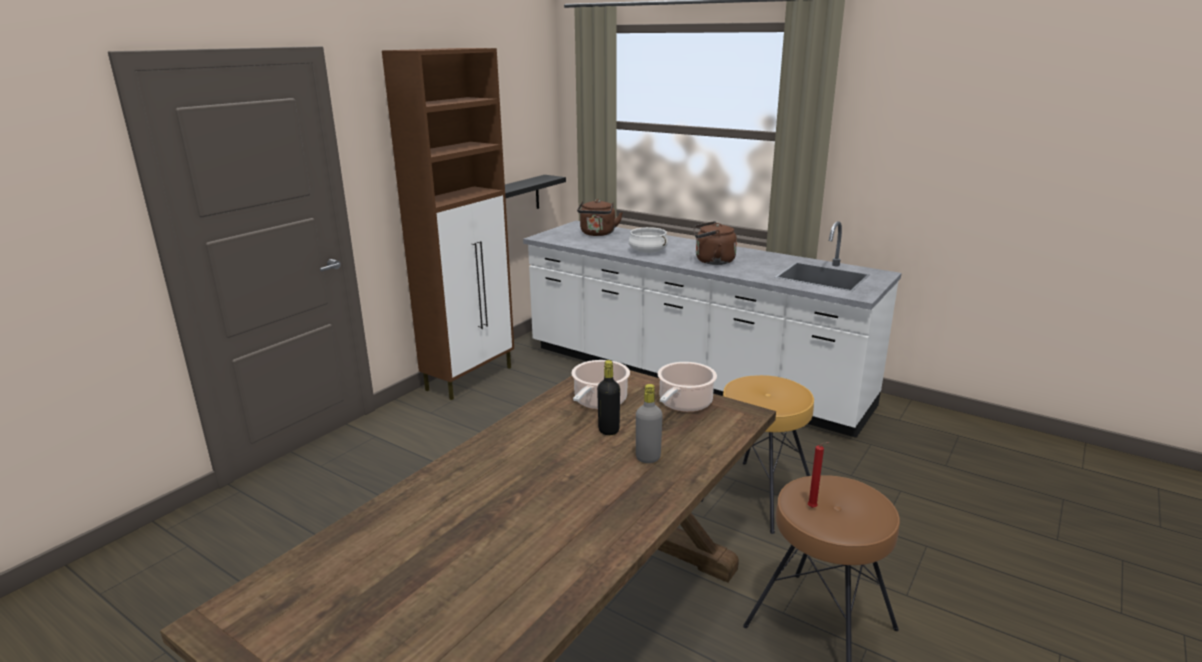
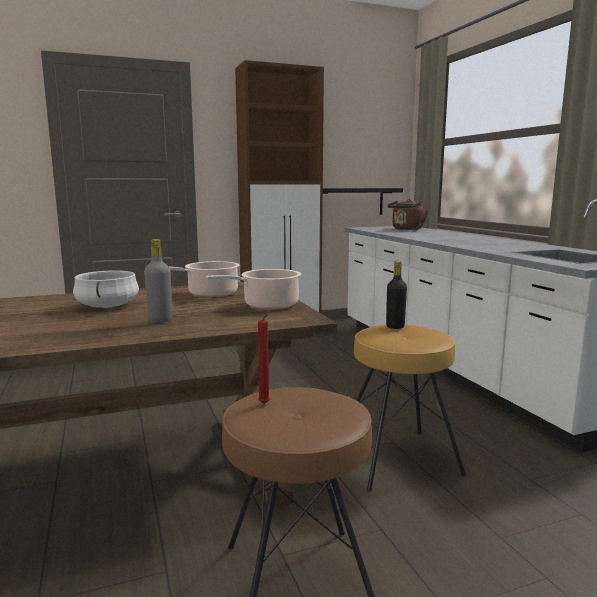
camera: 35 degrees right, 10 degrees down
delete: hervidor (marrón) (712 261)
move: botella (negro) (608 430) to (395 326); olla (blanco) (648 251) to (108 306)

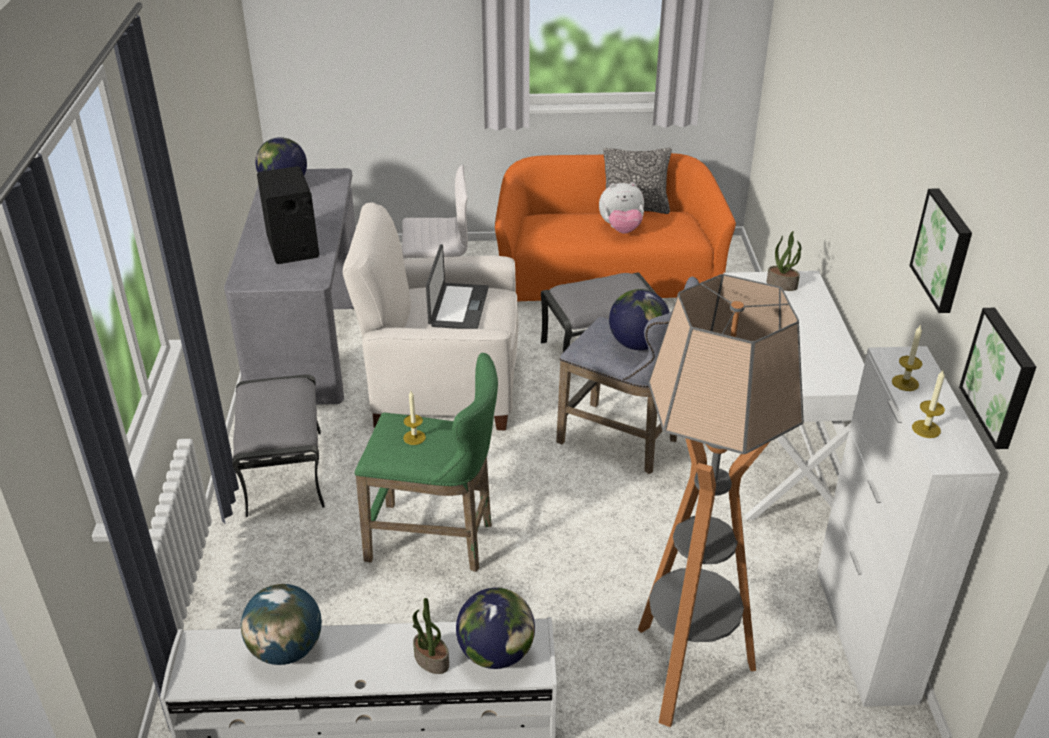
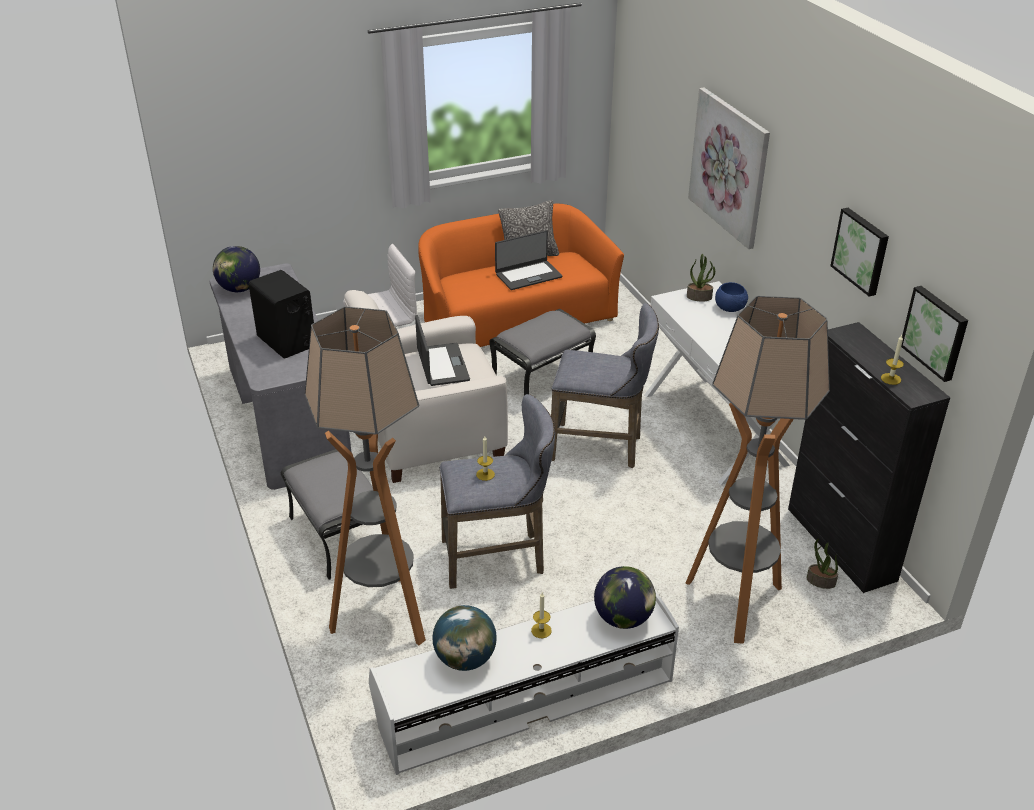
camera: 20 degrees left, 0 degrees up
delete: globo terráqueo (637 344)
insert: lámpara de pie (383 616); cuadro (729 167); cuenco (azul) (729 308)
move: planta en maceta (430 660) to (820 581); vela (905 383) to (541 630)
replace: peluche (621 229) to portátil (528 275)
recolor: taburete (verde) (437 540) to taburete (gris) (499 558); armario (blanco) (865 634) to armario (negro) (841 544)

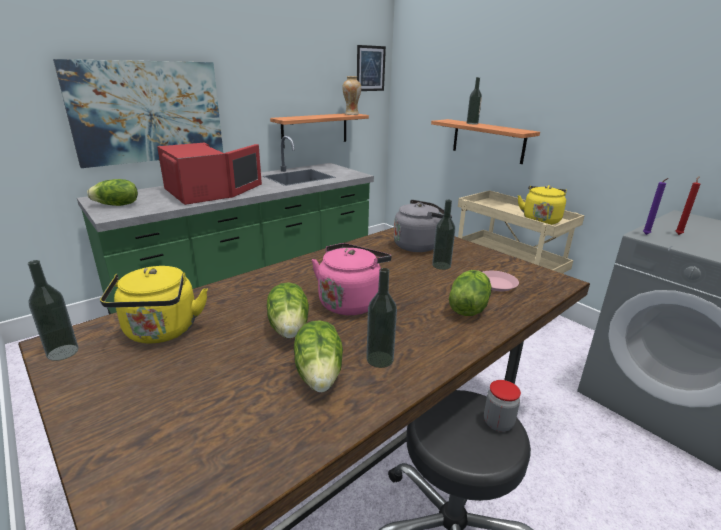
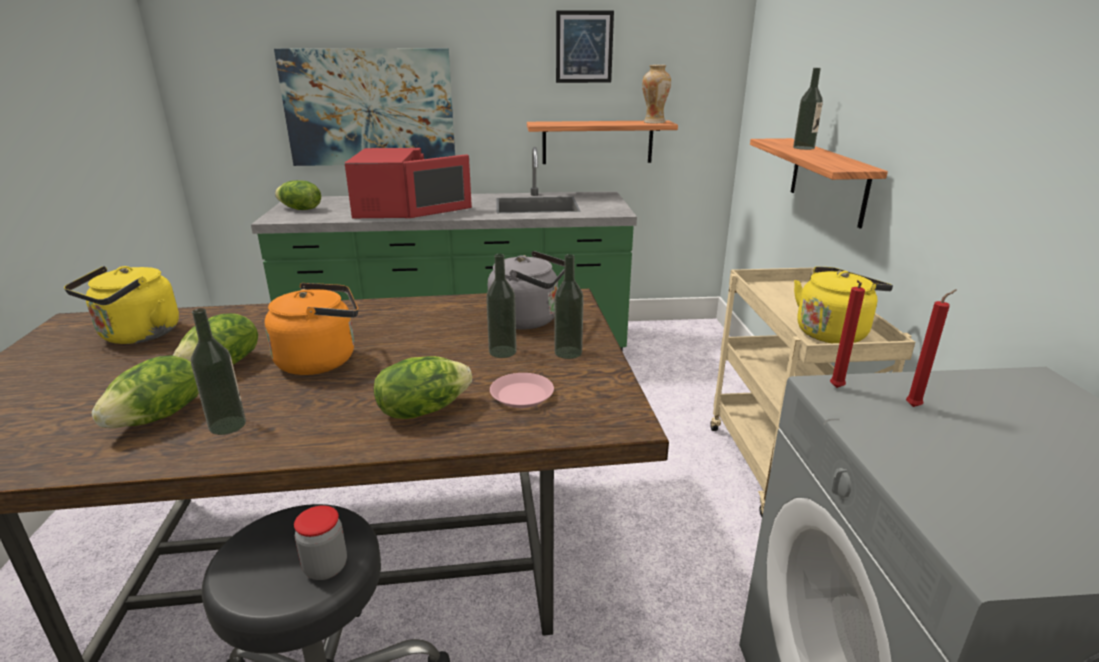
camera: 35 degrees right, 0 degrees up
move: botella (63 352) to (568 352); cuadro (370 68) to (584 47)
recolor: hervidor (rosa) (350 302) to hervidor (naranja) (322 360); vela (morado) (646 235) to vela (rojo) (835 388)

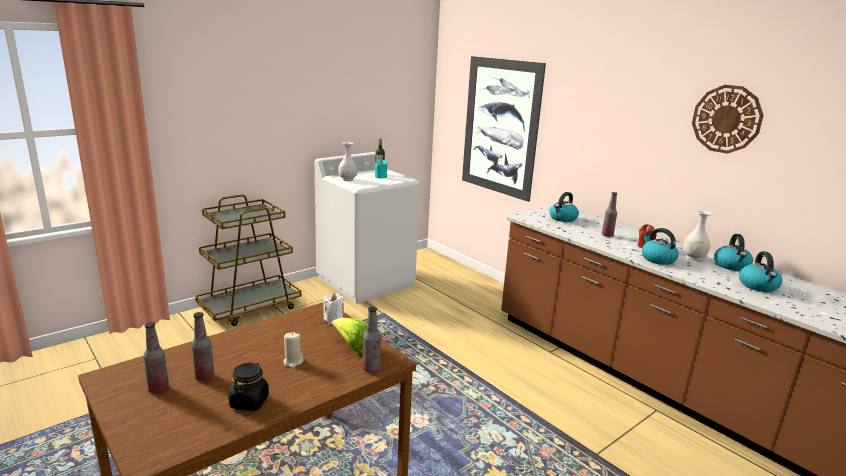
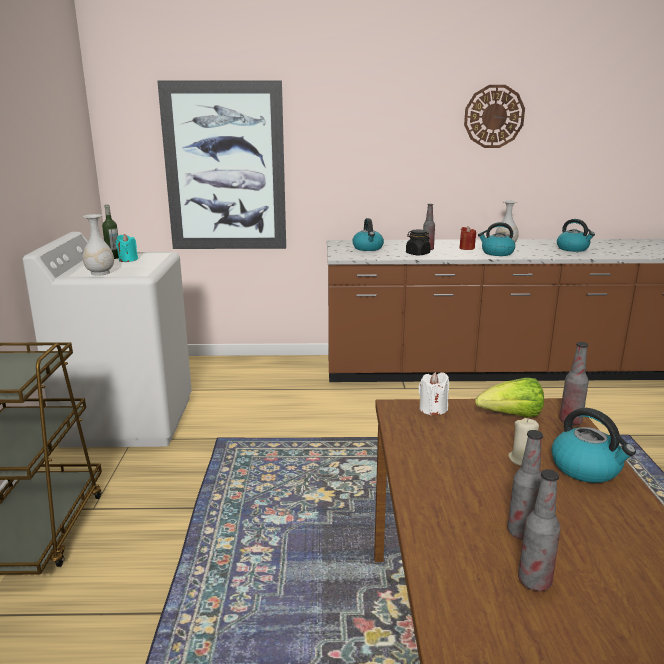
camera: 50 degrees left, 0 degrees up
move: tarro (negro) (249 401) to (417 254); hervidor (732 266) to (586 468)

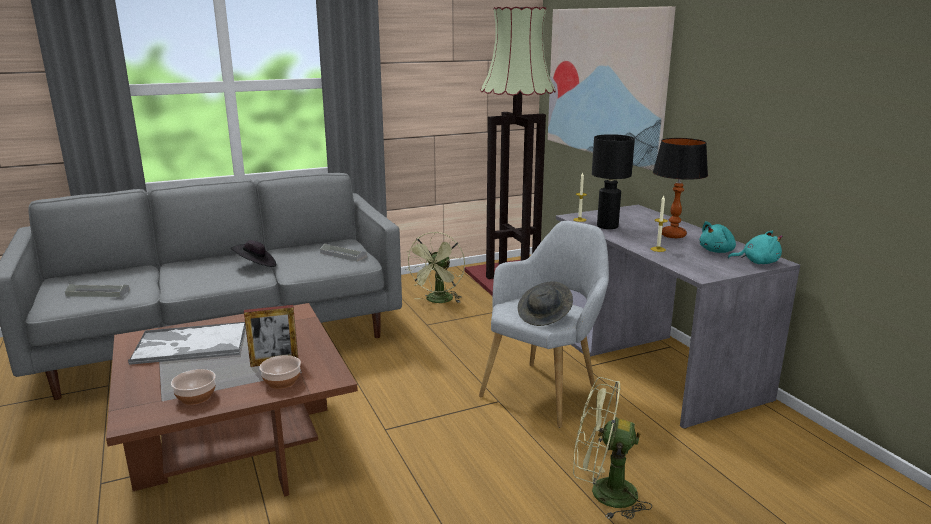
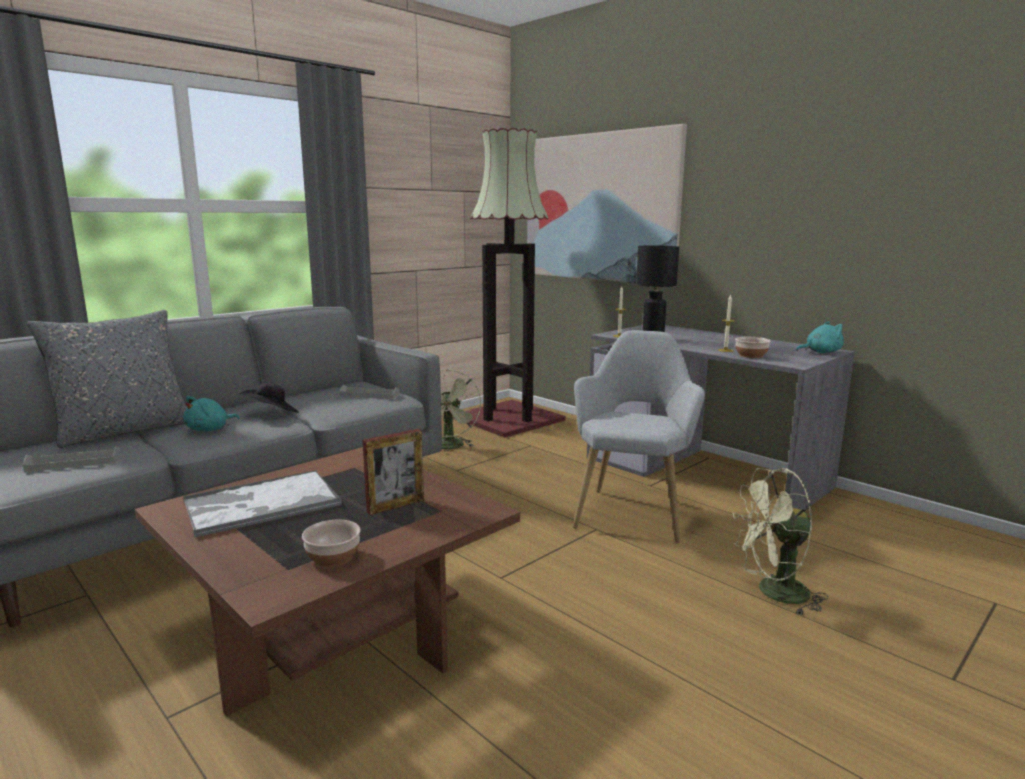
camera: 20 degrees left, 5 degrees down
delete: sombrero (gris) (544 316); lámpara de mesa (673 235)
insert: cojín (gris) (125 430)
move: cuenco (282 382) to (751 355); peluche (turquesa) (717 251) to (210 429)

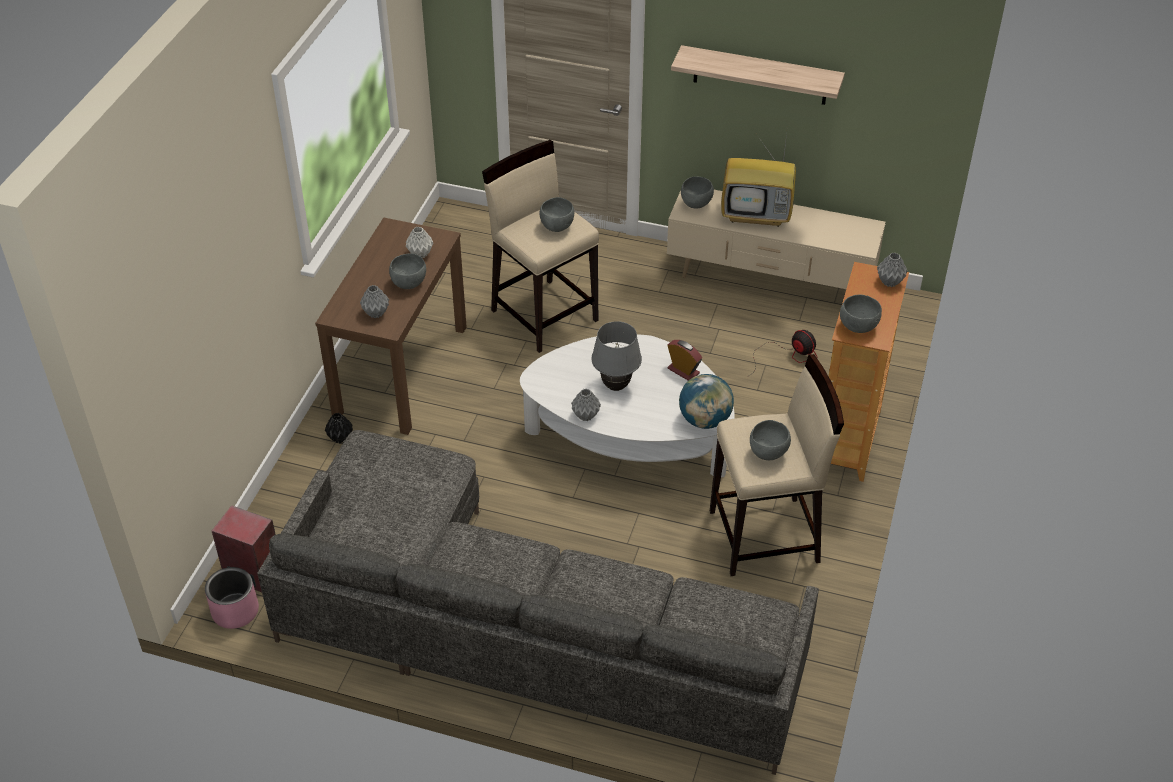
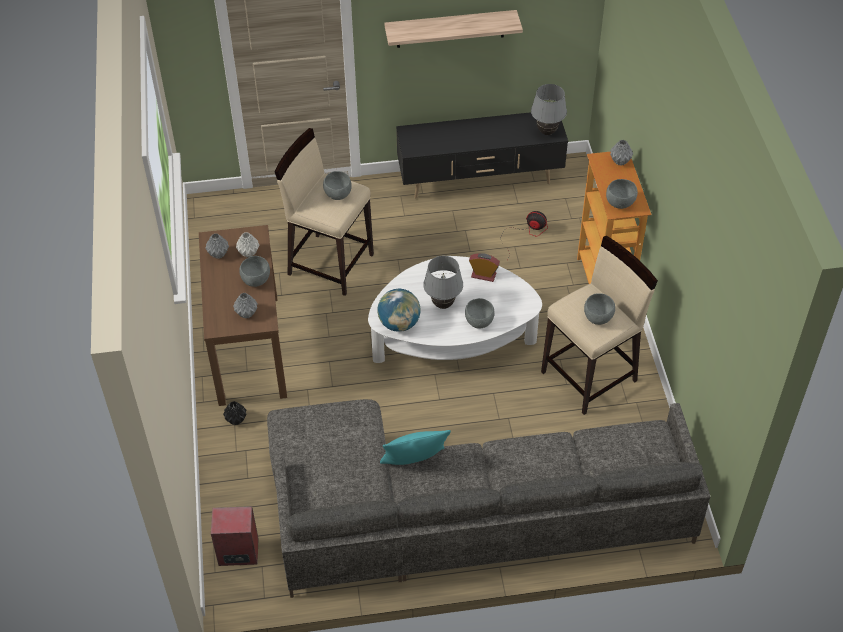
camera: 25 degrees left, 5 degrees up
delete: maceta (rosa) (235 611); televisor (757 215)
insert: cojín (turquesa) (414 463); lámpara de mesa (gris) (547 132)
move: florero (gris) (586 416) to (219 254); globo terráqueo (704 420) to (399 323); cuenco (gris) (696 204) to (479 322)
recolor: mueble de televisión (beis) (770 283) to mueble de televisión (negro) (480 181)

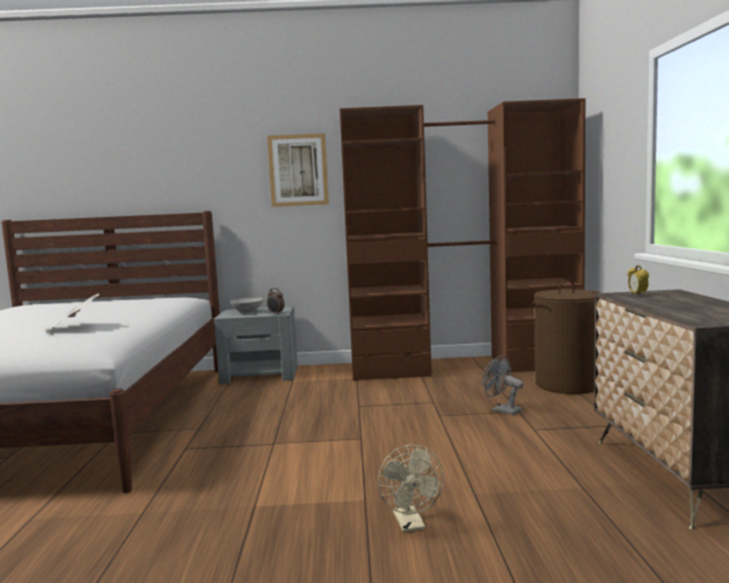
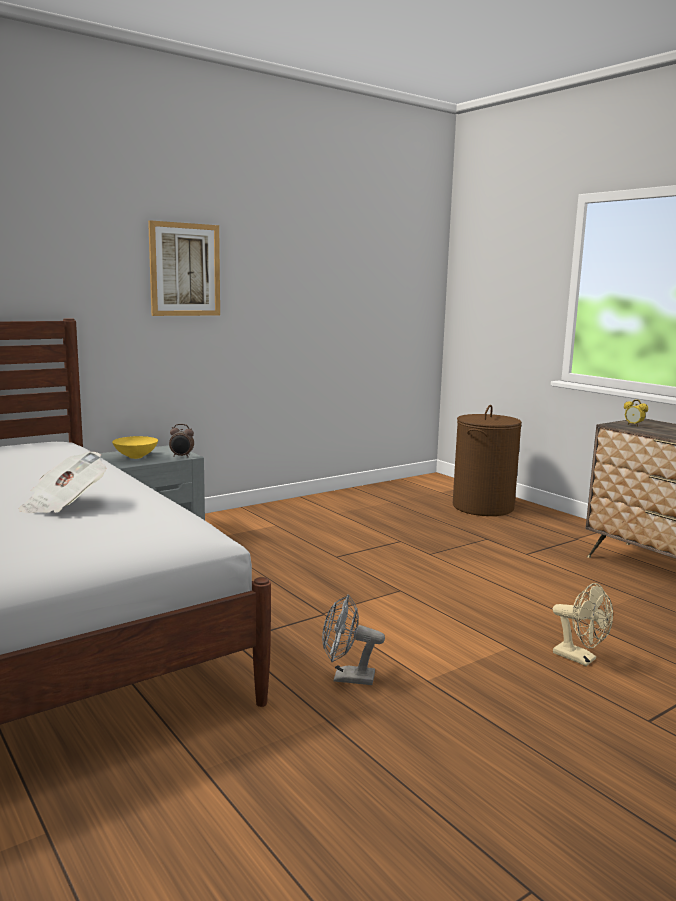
camera: 35 degrees left, 5 degrees up
delete: armario ropero (marrón) (464 366)
move: ventilador (gris) (502 410) to (347 678)
recolor: cuenco (gris) (247 312) to cuenco (amarillo) (136 457)

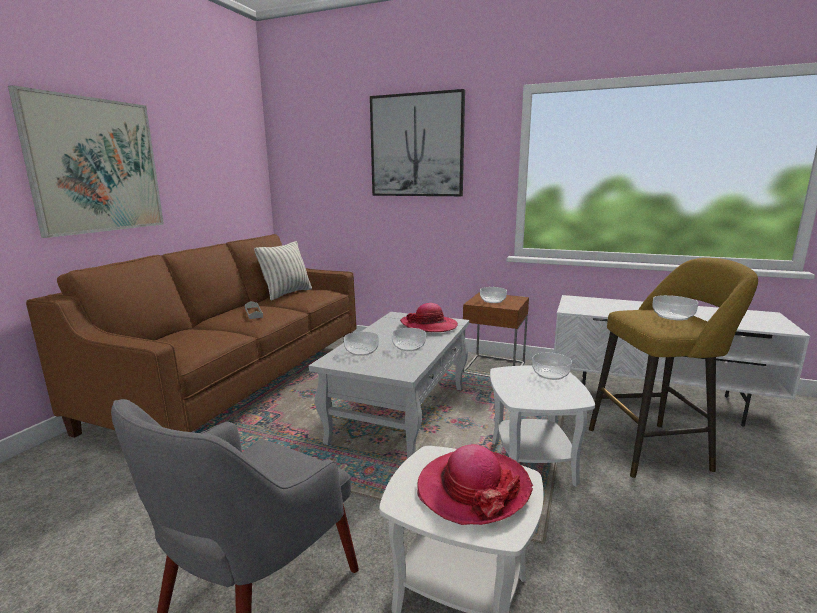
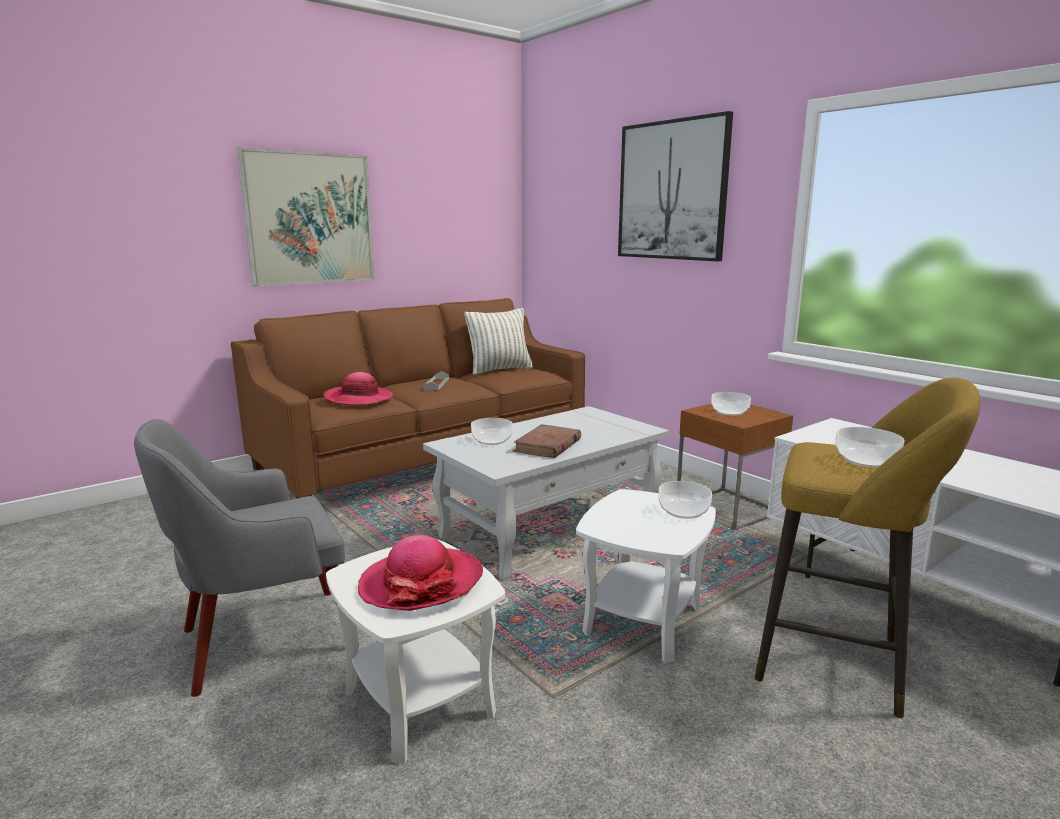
camera: 30 degrees right, 0 degrees up
move: sombrero (429 325) to (359 398)
replace: cuenco (409 346) to libro (marrón) (547 445)

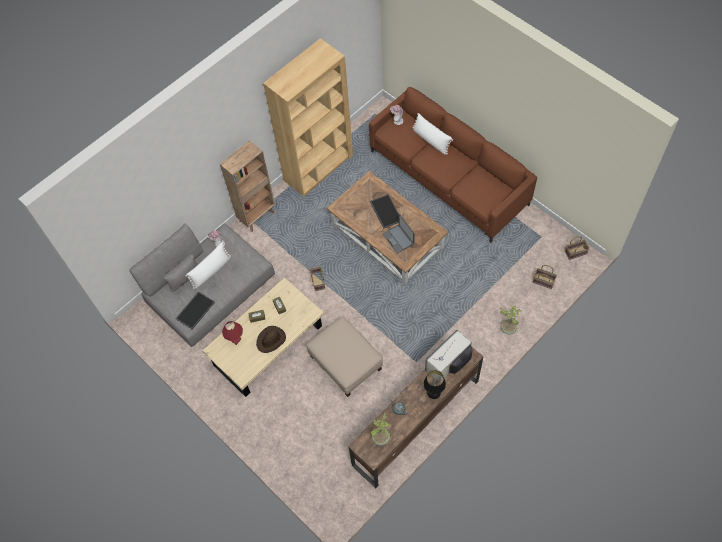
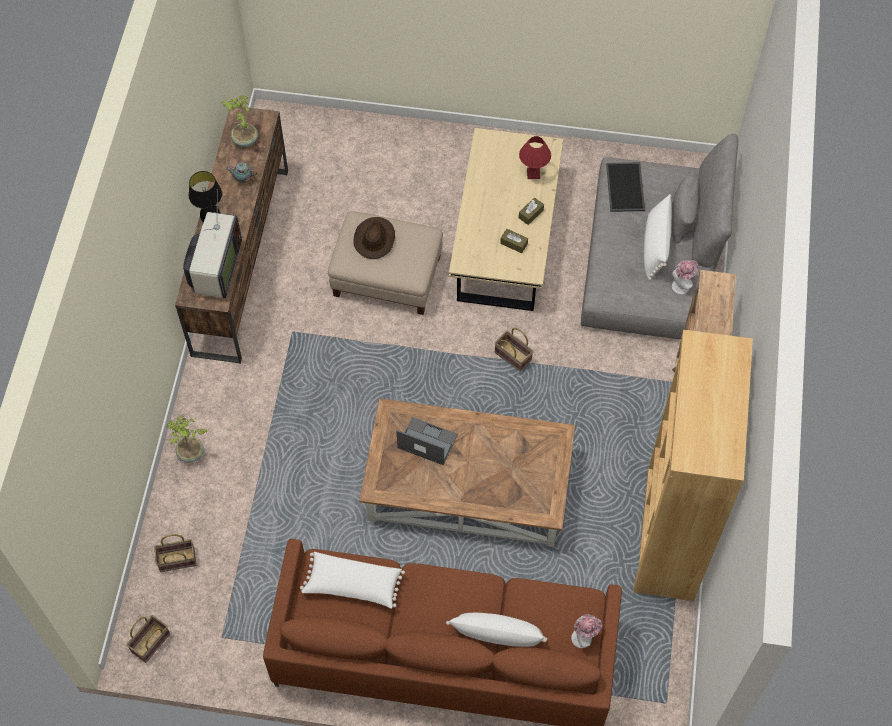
camera: 140 degrees right, 0 degrees up
delete: bandeja (385 211)
insert: cojín (blanco) (352 585)
move: sombrero (marrón) (271 340) to (374 239)

